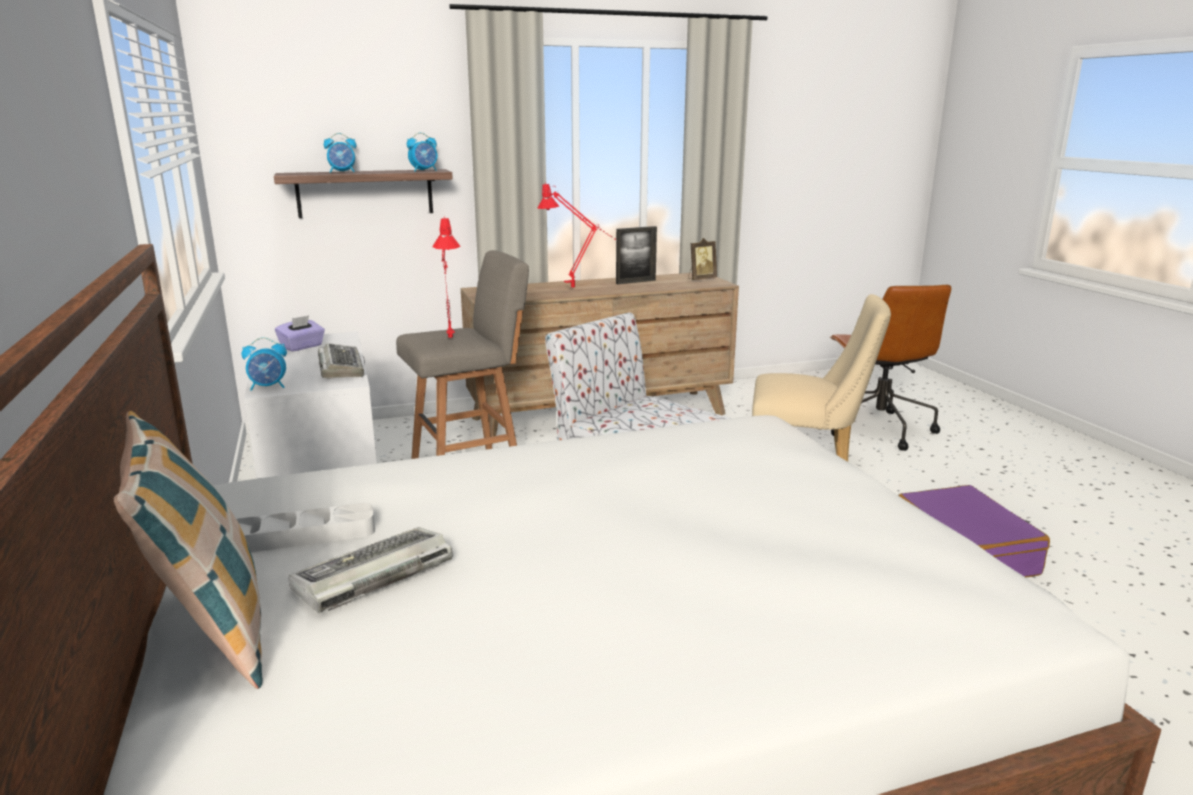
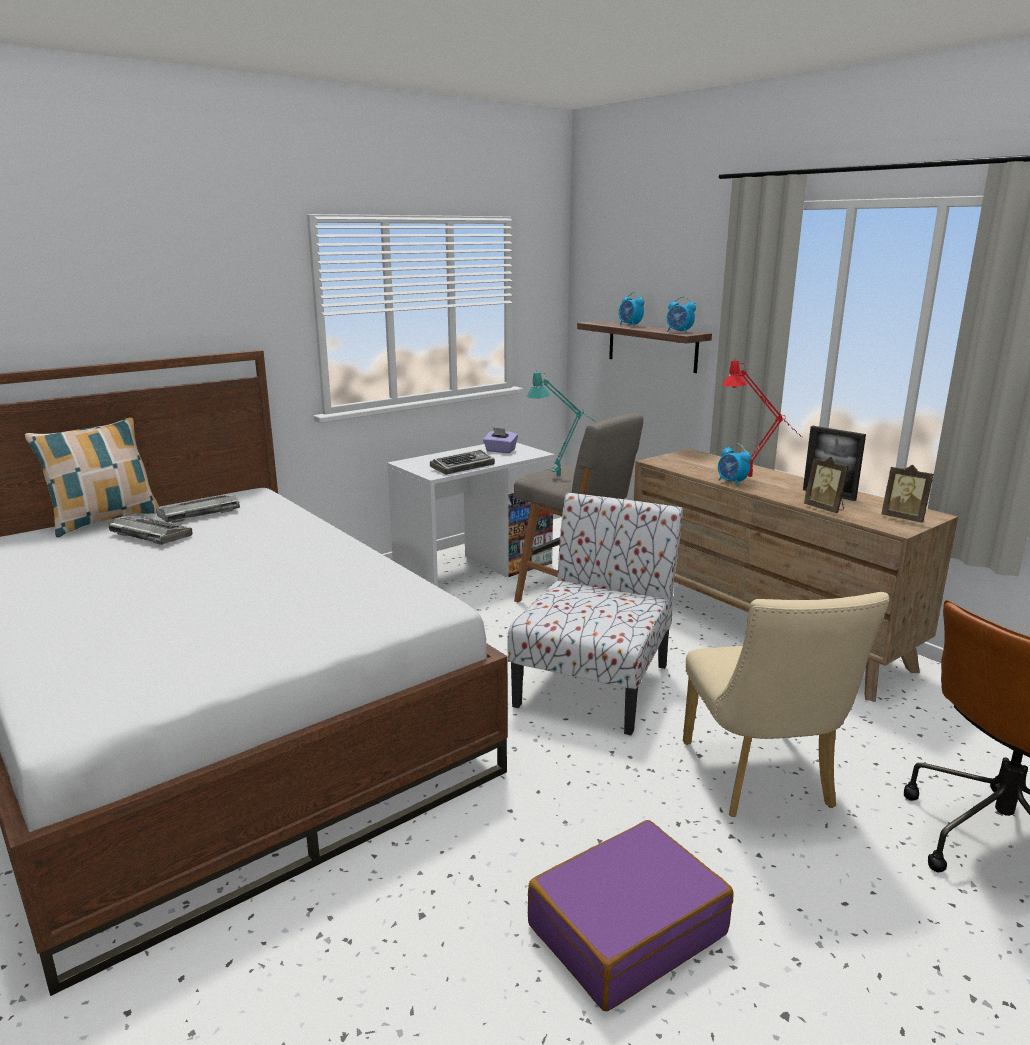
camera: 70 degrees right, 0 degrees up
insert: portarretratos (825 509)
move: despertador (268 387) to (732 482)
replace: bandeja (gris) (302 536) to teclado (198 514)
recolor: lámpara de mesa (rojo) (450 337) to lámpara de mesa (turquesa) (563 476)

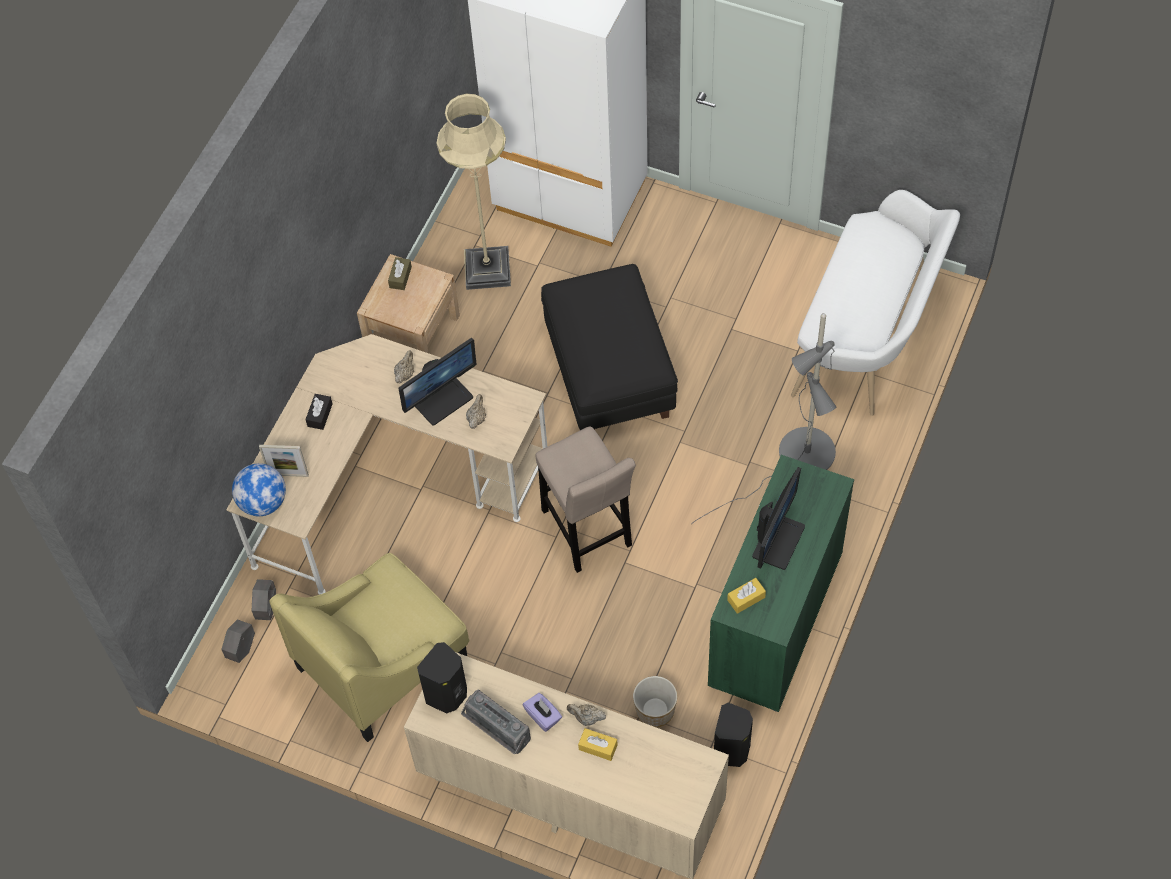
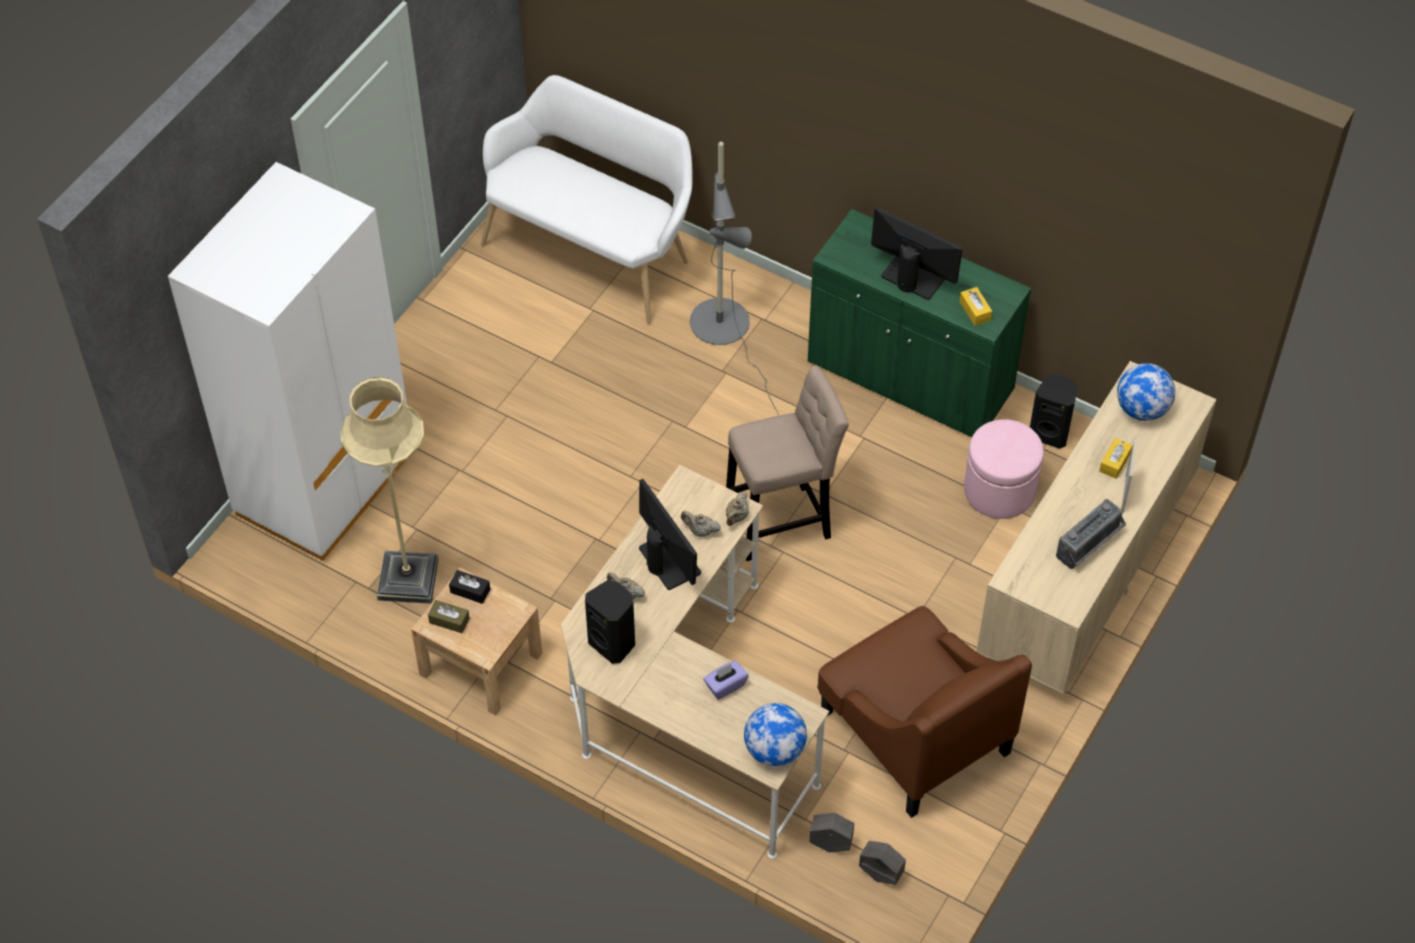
camera: 85 degrees left, 5 degrees down
delete: puf (negro) (610 374)
insert: globo terráqueo (1142 409)
move: portarretratos (288 474) to (1124 494); caja de pañuelos (negro) (320 415) to (470 591); altavoz (negro) (447 695) to (613 643); caja de pañuelos (morado) (543 716) to (725 685); tetera (beis) (586 718) to (736 517)
replace: maceta (654 710) to puf (rosa) (999 490)
recolor: sillón (amarillo) (382 662) to sillón (marrón) (914 731)

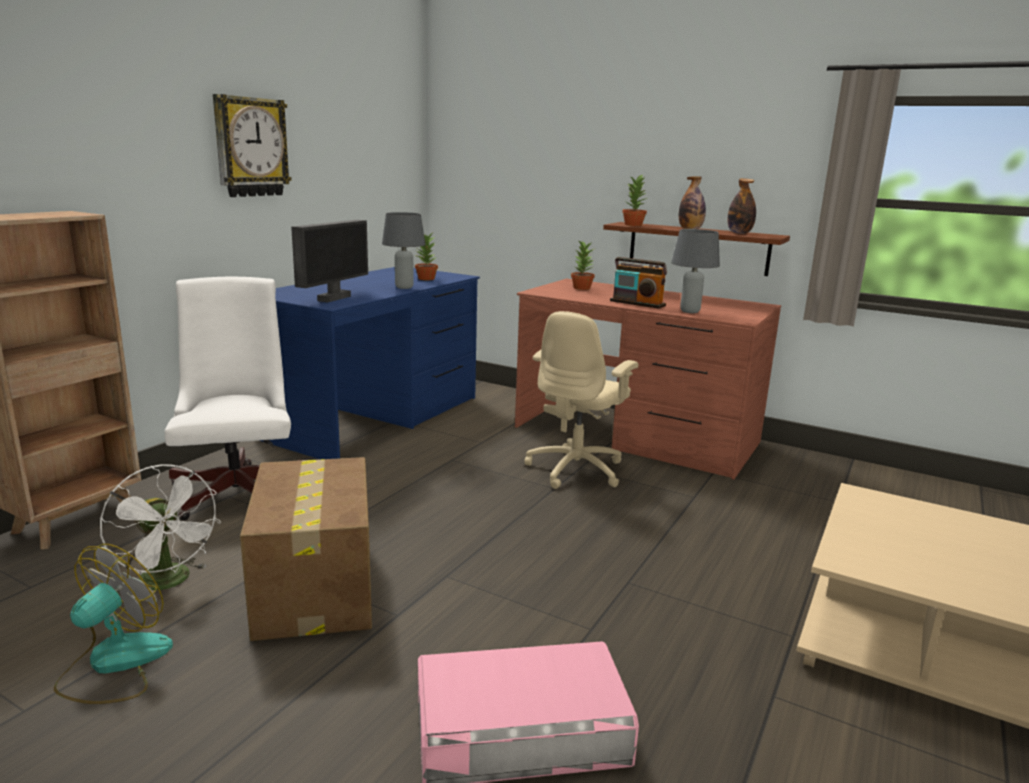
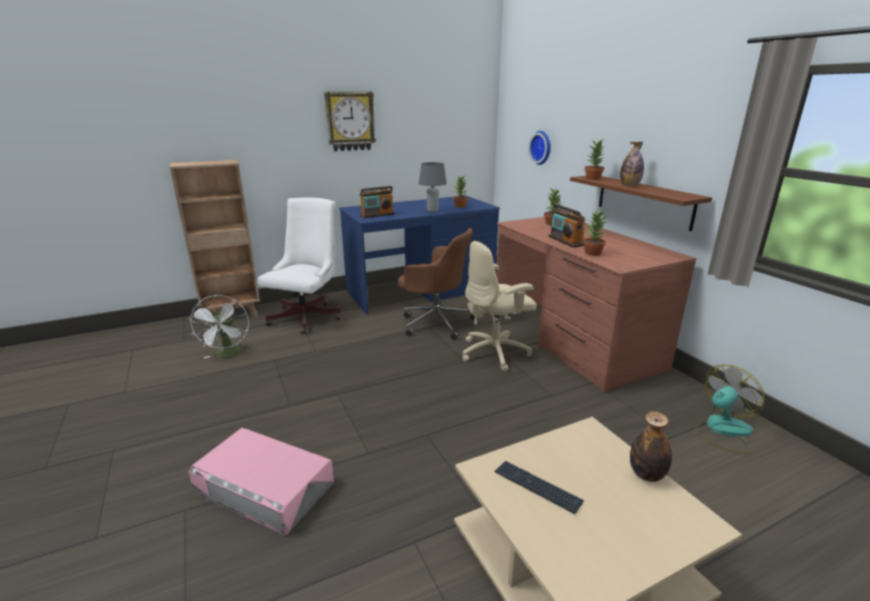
camera: 35 degrees right, 5 degrees up
delete: caja de cartón (315 589)
insert: silla de oficina (marrón) (435 322); teclado (537 487); reloj de pared (542 147)
move: ventilador (114 664) to (722 430); botella (739 233) to (646 474)
replace: monitor (333 298) to radio (377 215); lámpara de mesa (gris) (690 312) to planta en maceta (592 253)

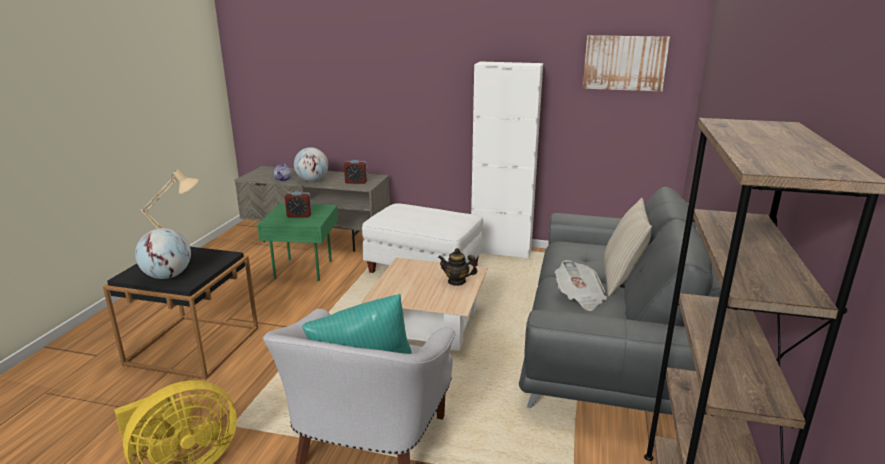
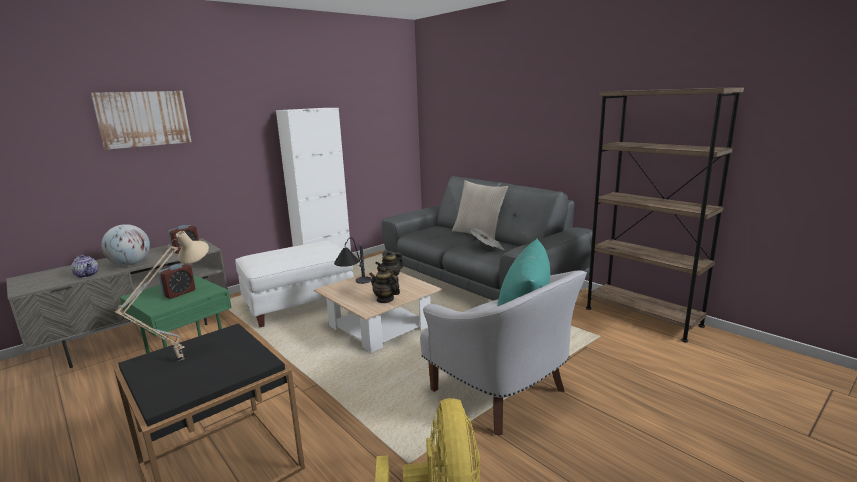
camera: 55 degrees left, 5 degrees down
delete: globo terráqueo (168 276)
insert: lámpara de mesa (354 286); tetera (385 299)
move: cuadro (624 63) to (143 119)

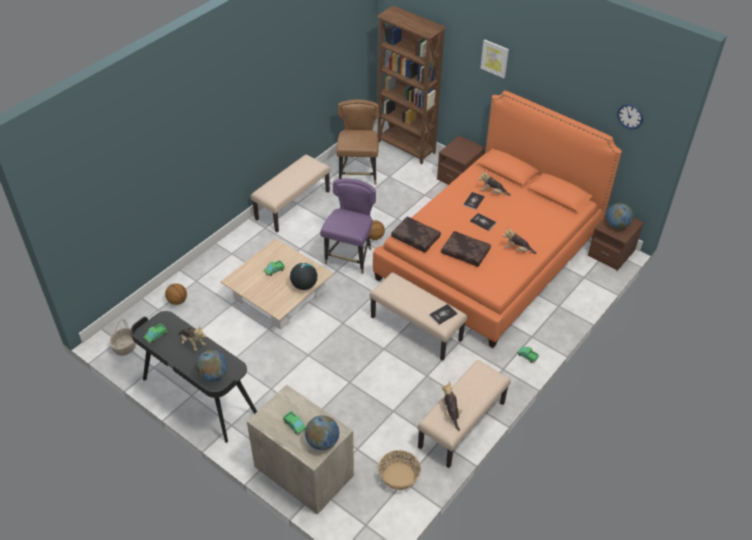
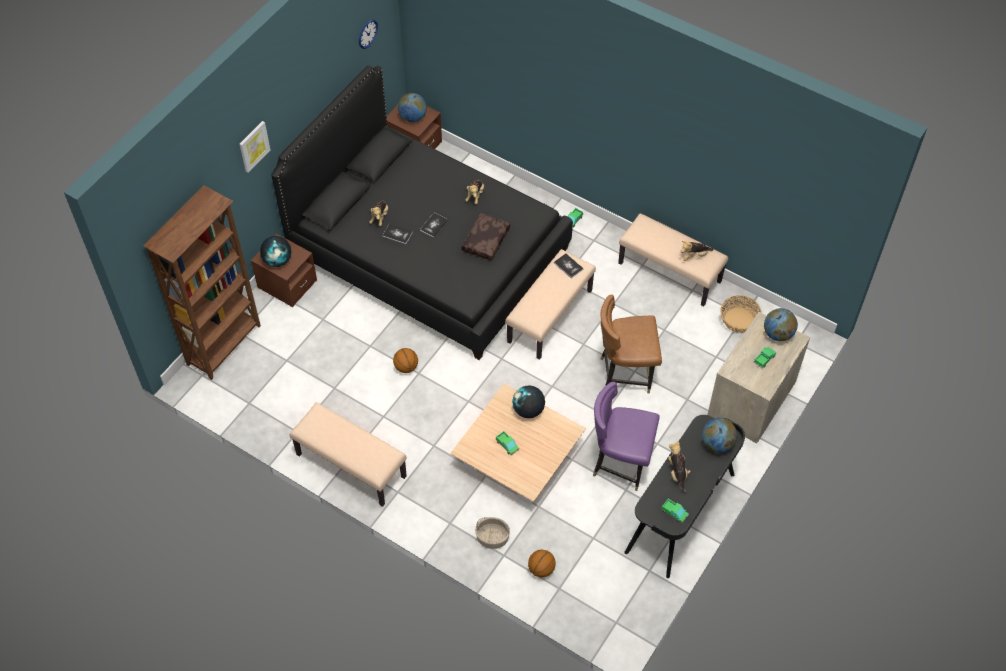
camera: 95 degrees left, 10 degrees up
delete: cojín (marrón) (416 238)
insert: globo terráqueo (277 260)
move: cesta (125 347) to (492 538); silla (morado) (350 257) to (620 463); silla (marrón) (358 174) to (625 373)
recolor: cama (naranja) (489 256) to cama (negro) (428 252)
rotate: peluche (192 343) = (677 473) 45 degrees counterclockwise

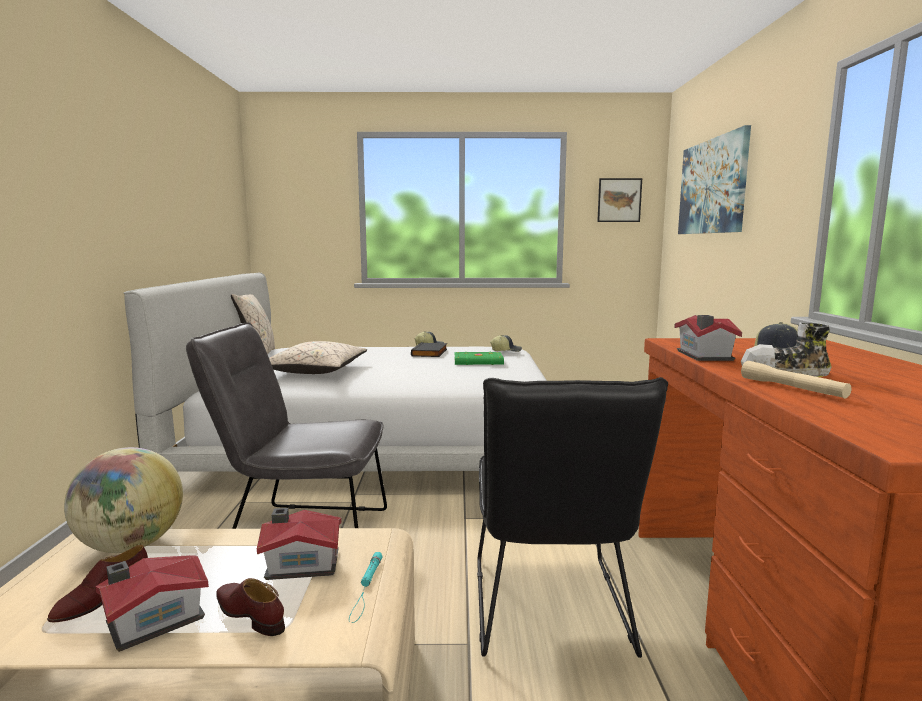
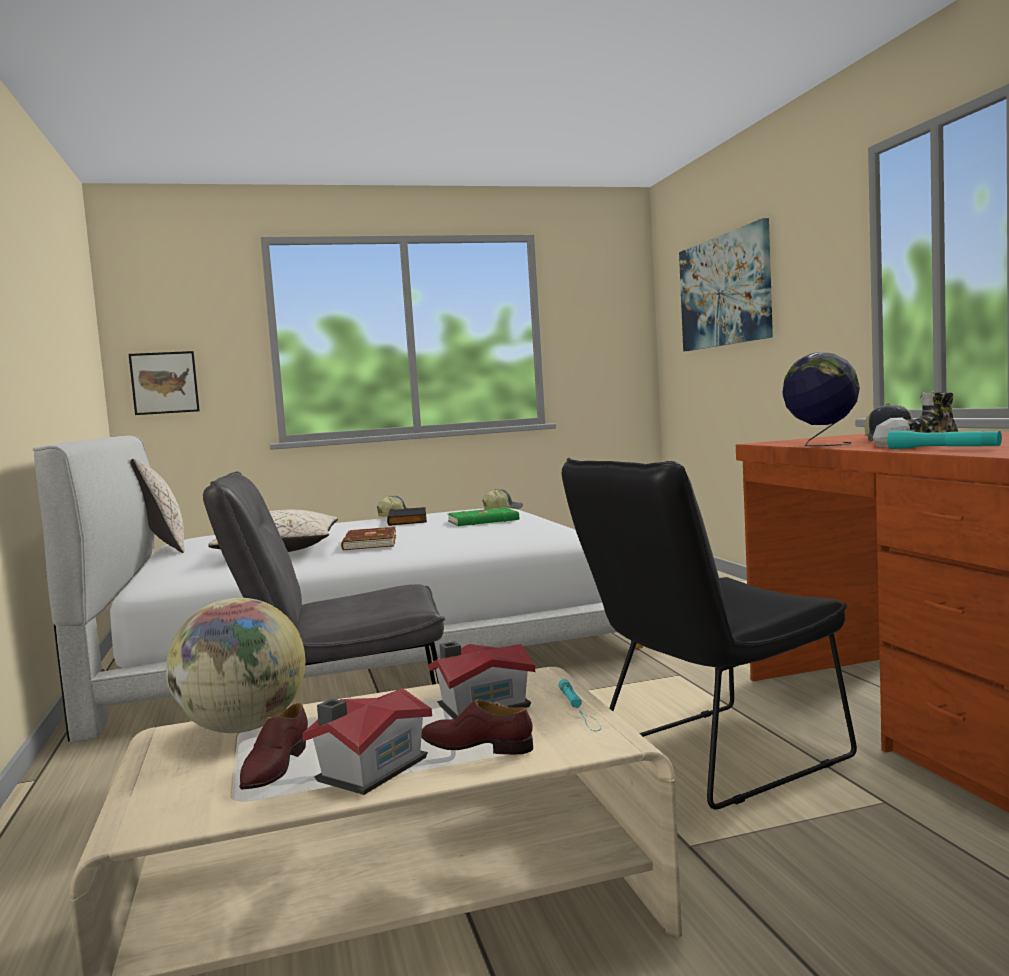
camera: 15 degrees left, 5 degrees down
insert: libro (marrón) (368 543)
move: cuadro (619 200) to (164 383)
replace: casita (703 356) to globo terráqueo (821 445)
recolor: linterna (beis) (792 388) to linterna (turquesa) (942 448)
rotate: silla (negro) (550 614) = (709 757) 75 degrees clockwise

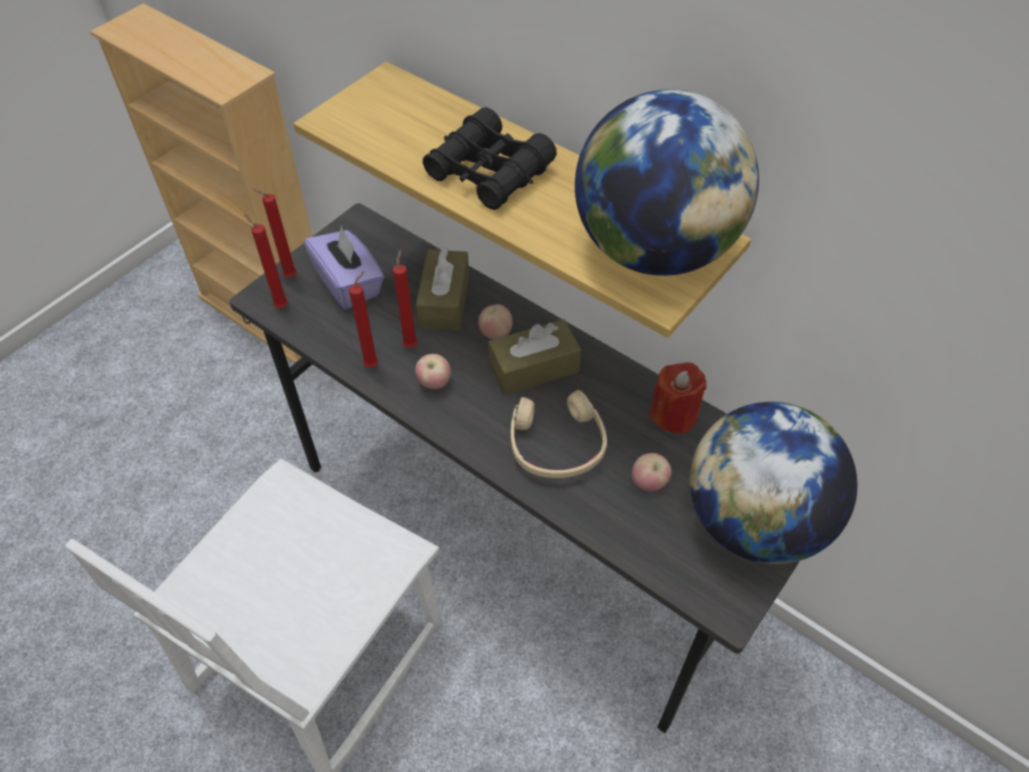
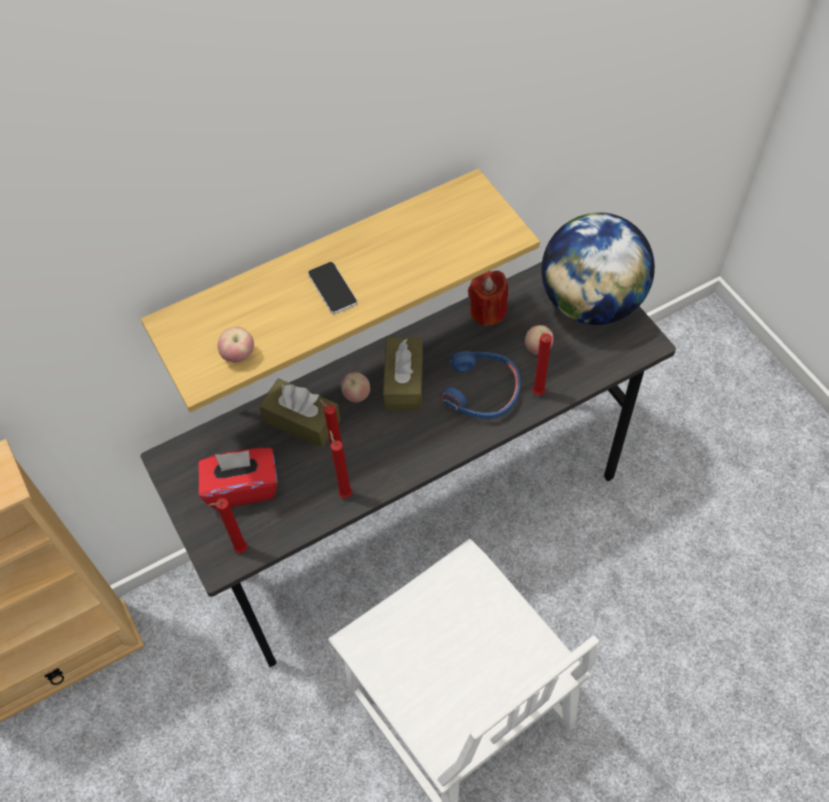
camera: 65 degrees left, 5 degrees up
delete: globo terráqueo (654 250)
move: vela (rojo) (288 276) to (537 394); manzana (434 383) to (239 355)
replace: prismáticos (negro) (489 172) to móvil (332 288)
recolor: caja de pañuelos (morado) (349 284) to caja de pañuelos (rojo) (242 487); auriculares (beis) (557 444) to auriculares (azul) (481 391)

